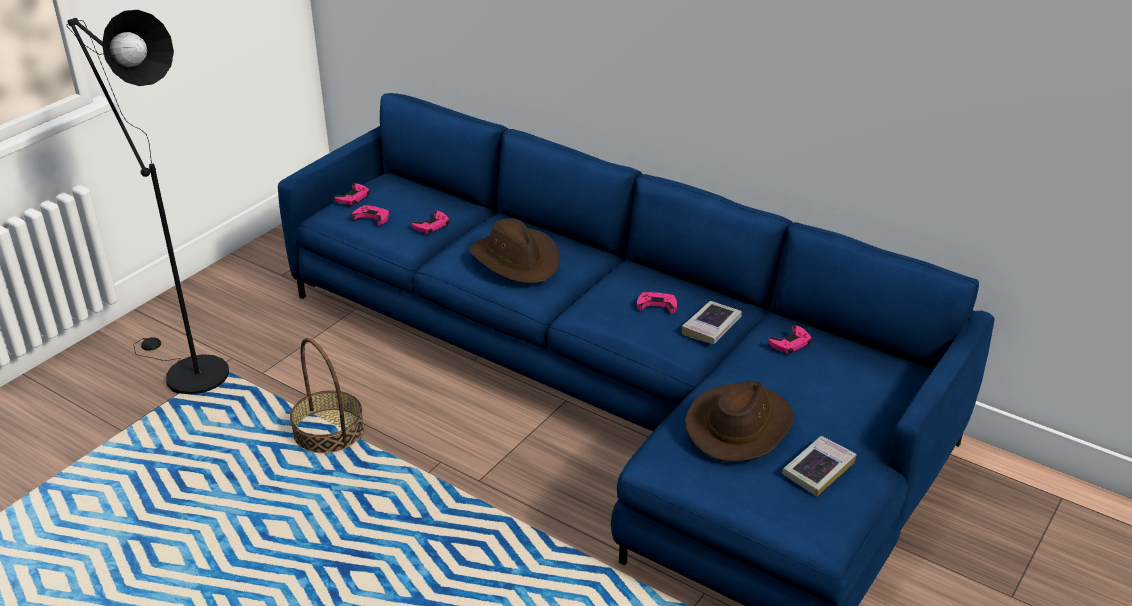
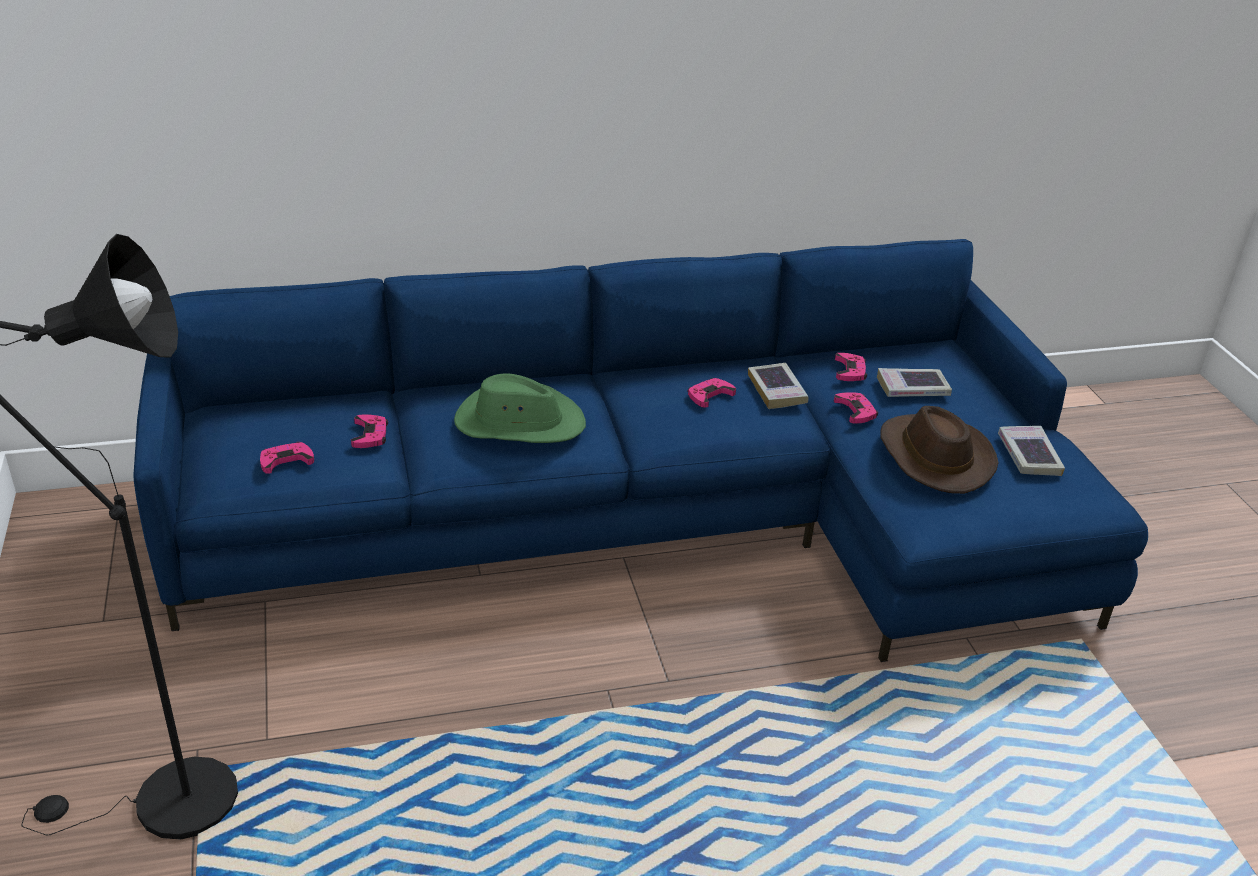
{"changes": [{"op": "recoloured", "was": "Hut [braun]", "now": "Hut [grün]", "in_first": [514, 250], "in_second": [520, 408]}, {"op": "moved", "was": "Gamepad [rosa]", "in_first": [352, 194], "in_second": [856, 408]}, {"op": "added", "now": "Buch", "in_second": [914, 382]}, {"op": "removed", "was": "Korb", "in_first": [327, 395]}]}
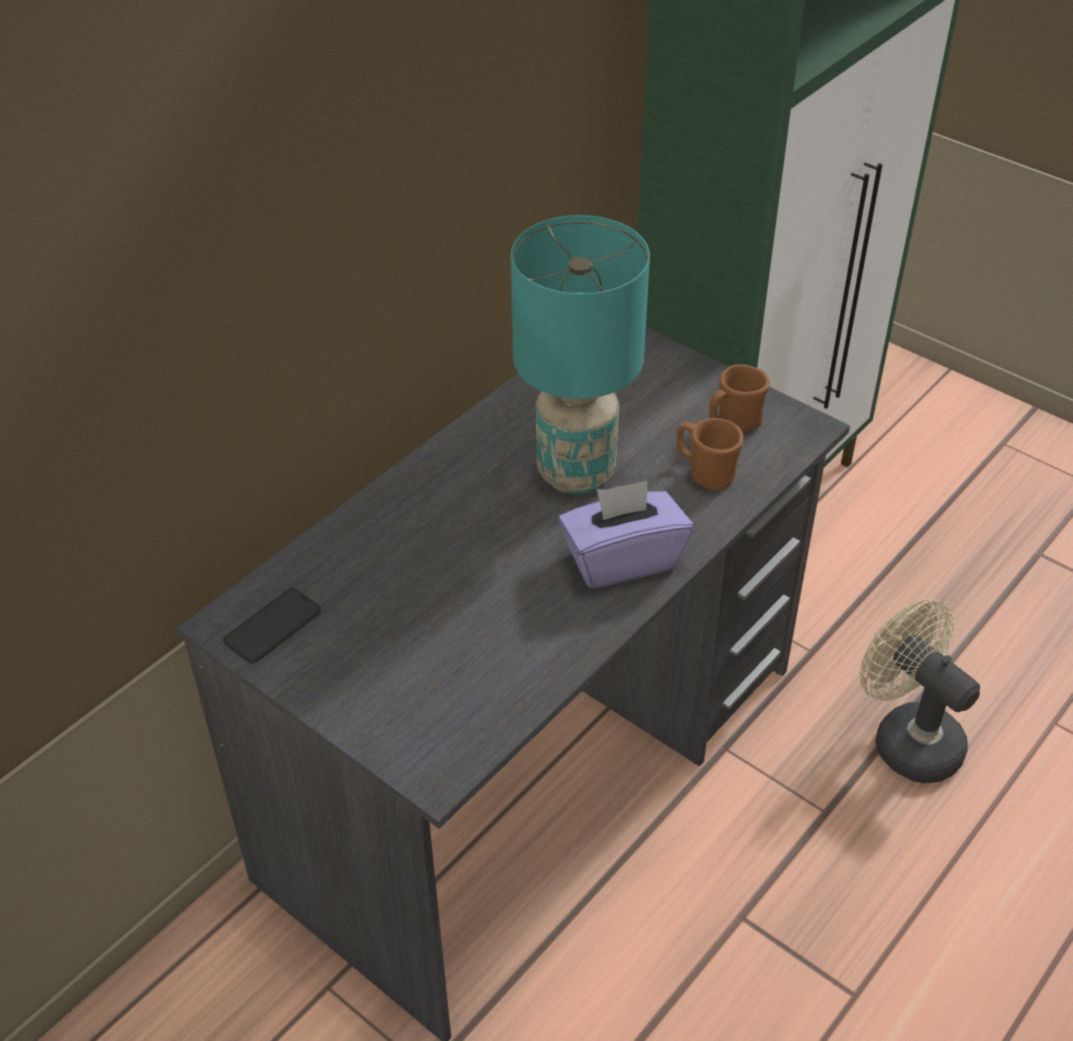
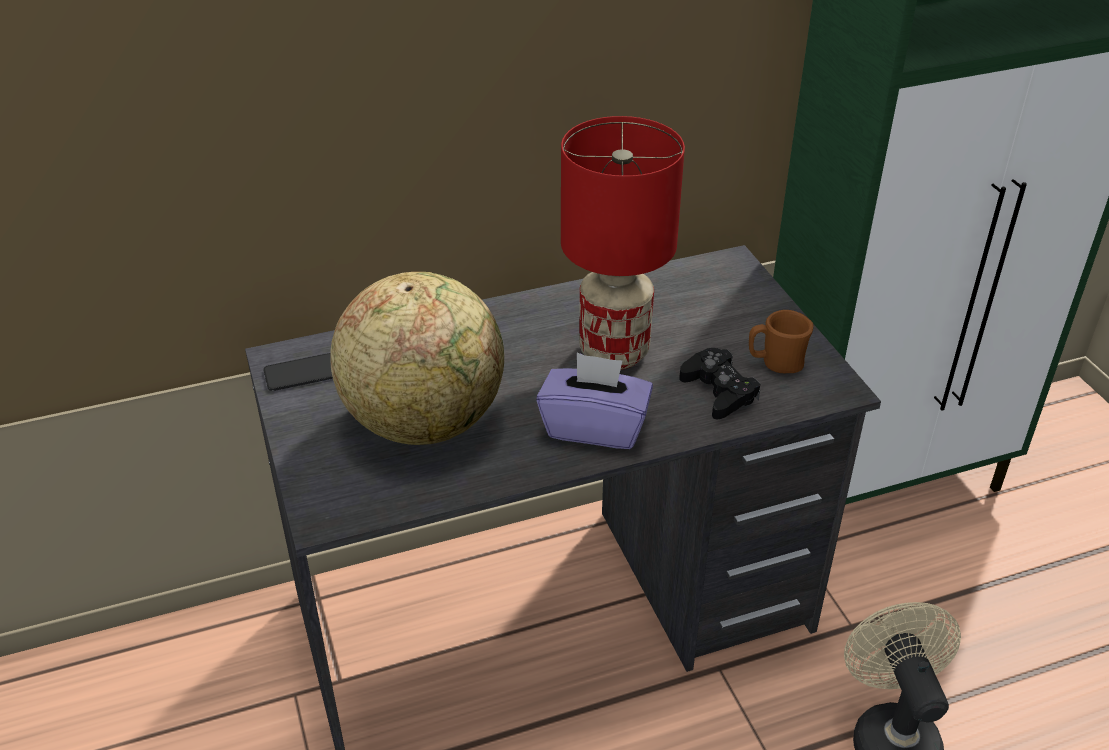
{"changes": [{"op": "added", "now": "Globus", "in_second": [417, 358]}, {"op": "recoloured", "was": "Tischlampe [türkis]", "now": "Tischlampe [rot]", "in_first": [580, 354], "in_second": [623, 243]}, {"op": "replaced", "was": "Henkelbecher [braun]", "now": "Gamepad [schwarz]", "in_first": [710, 454], "in_second": [719, 383]}]}
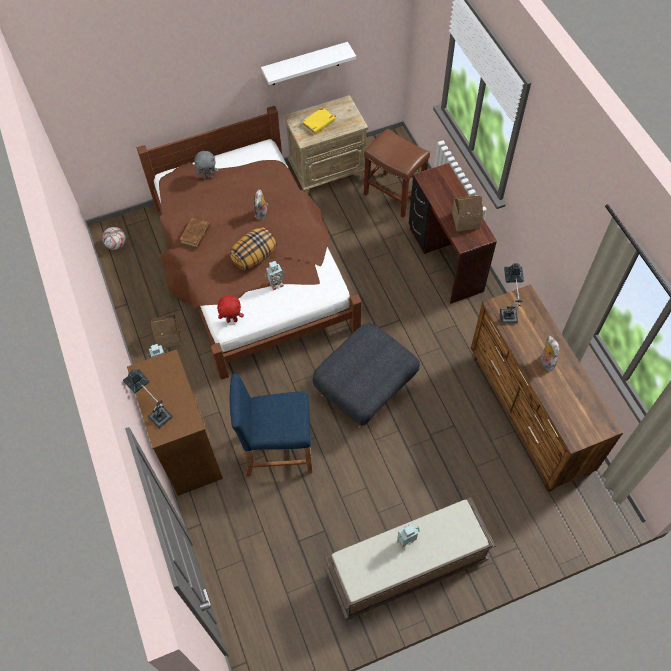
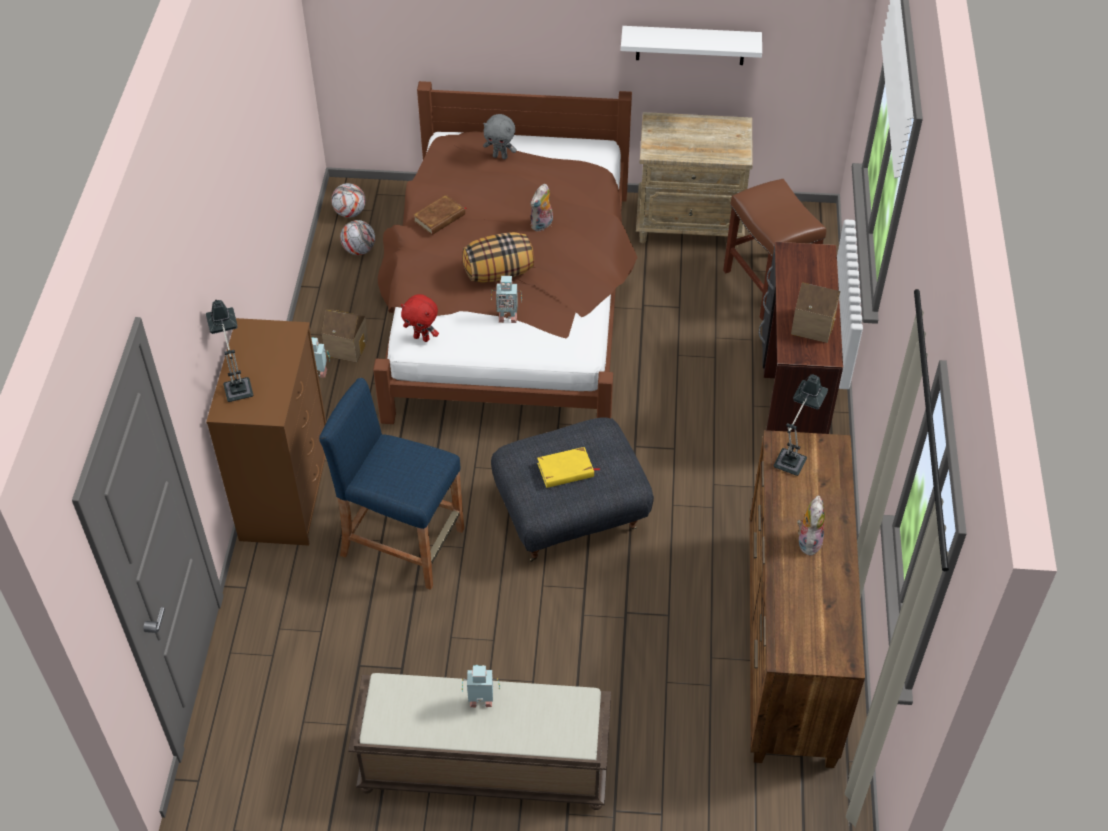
{"changes": [{"op": "added", "now": "Fußball", "in_second": [357, 237]}, {"op": "moved", "was": "Buch [gelb]", "in_first": [319, 121], "in_second": [568, 467]}]}
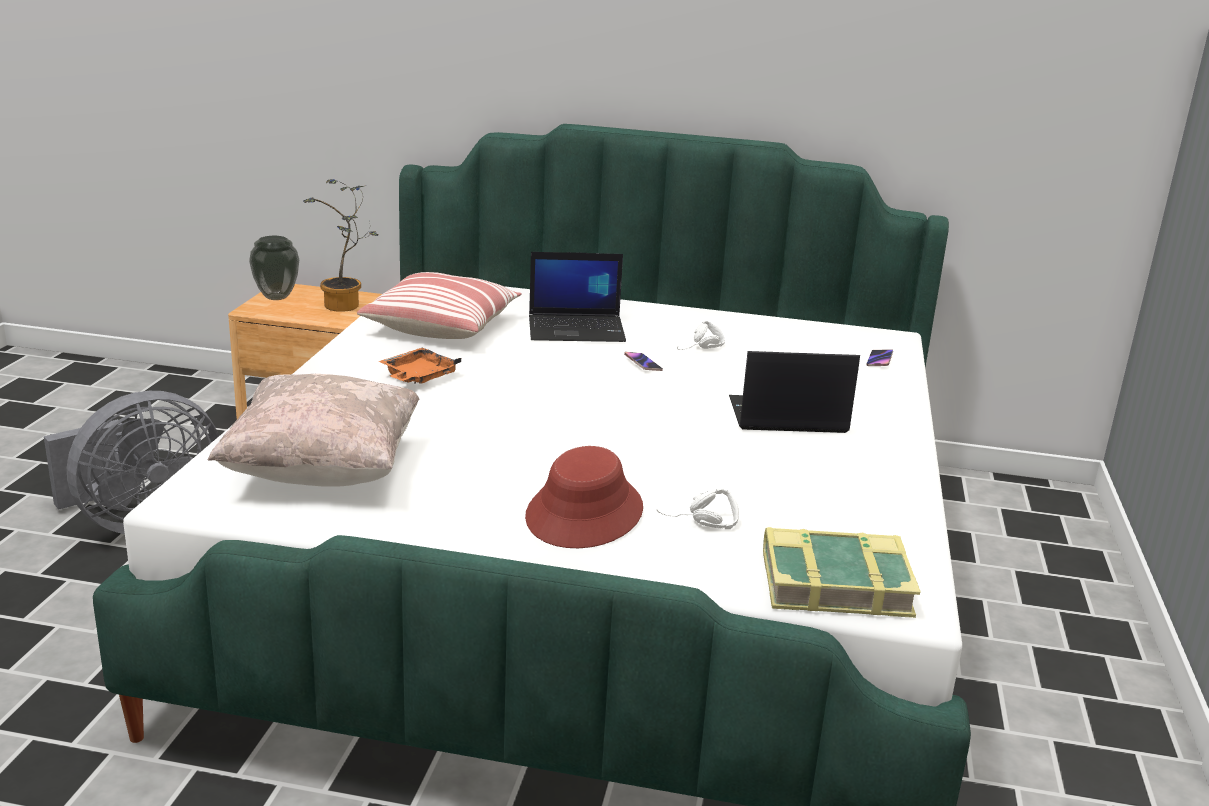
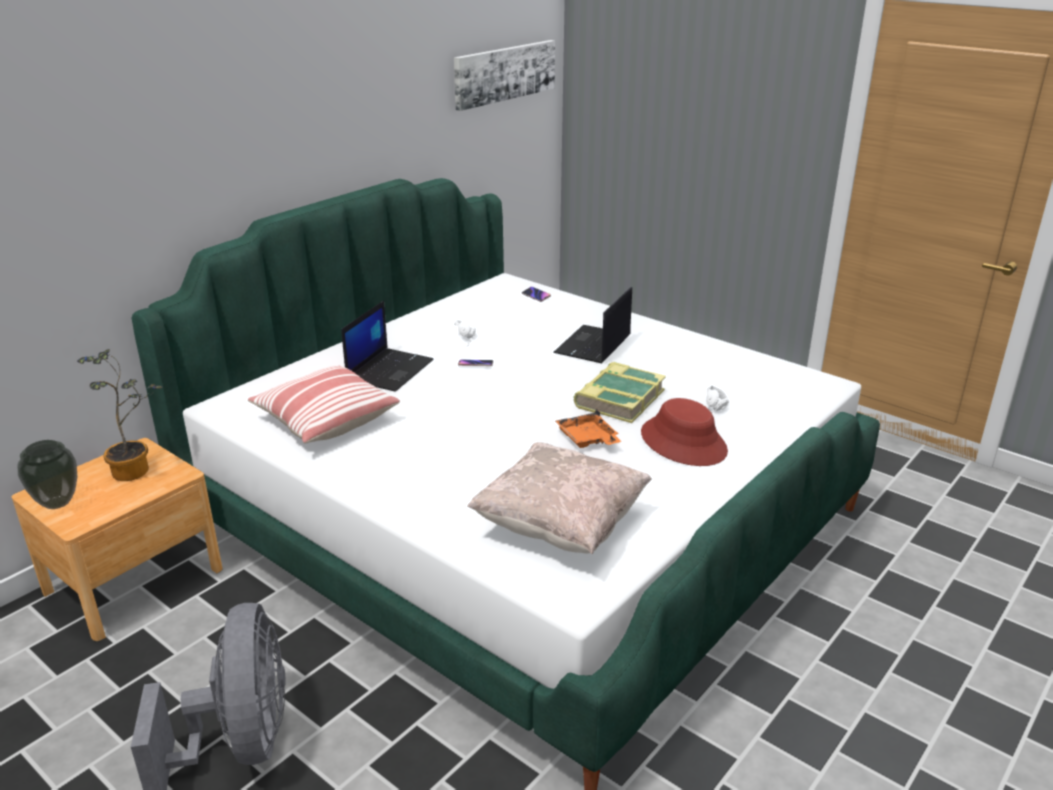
{"changes": [{"op": "added", "now": "Bild", "in_second": [504, 75]}, {"op": "moved", "was": "Tablett [orange]", "in_first": [420, 365], "in_second": [588, 428]}, {"op": "moved", "was": "Buch", "in_first": [842, 572], "in_second": [619, 392]}]}
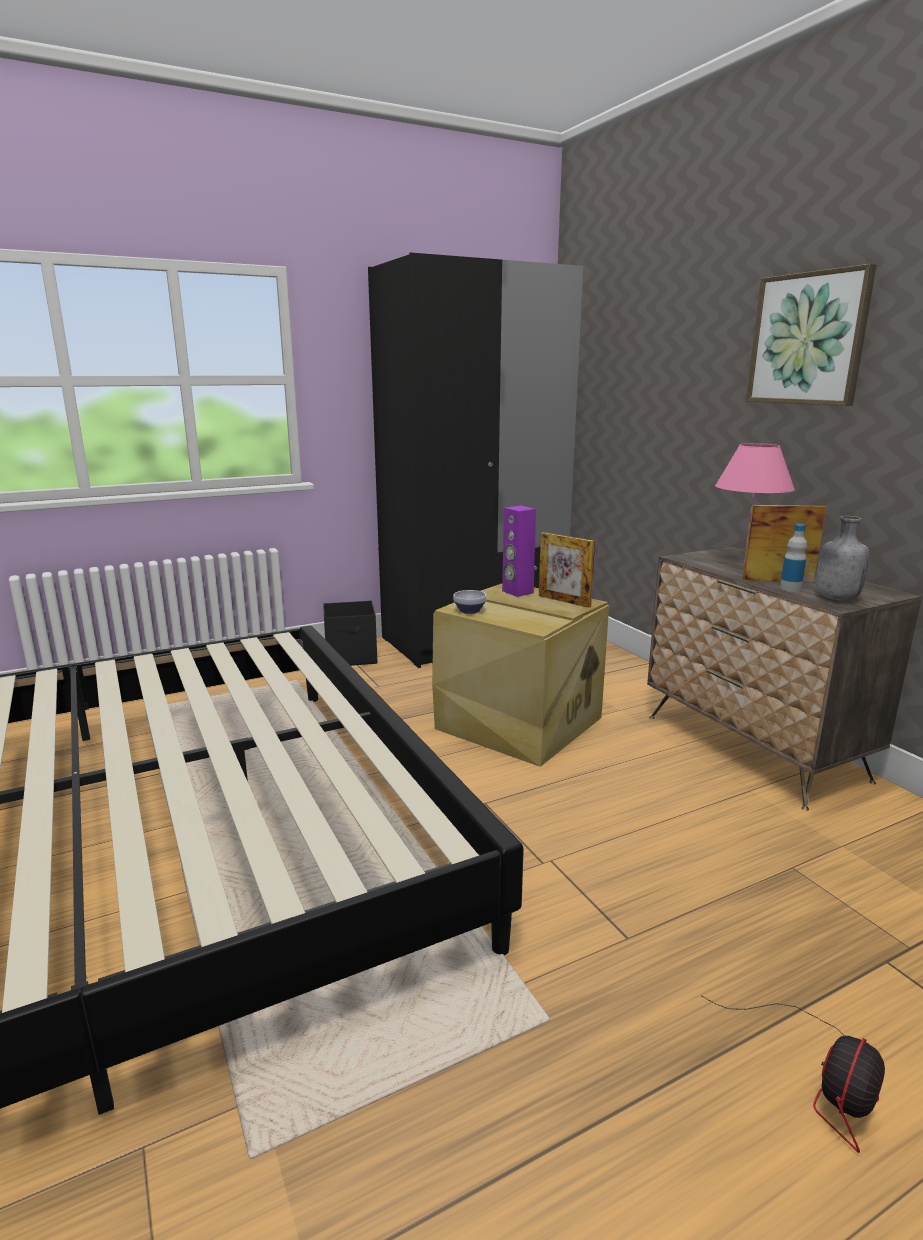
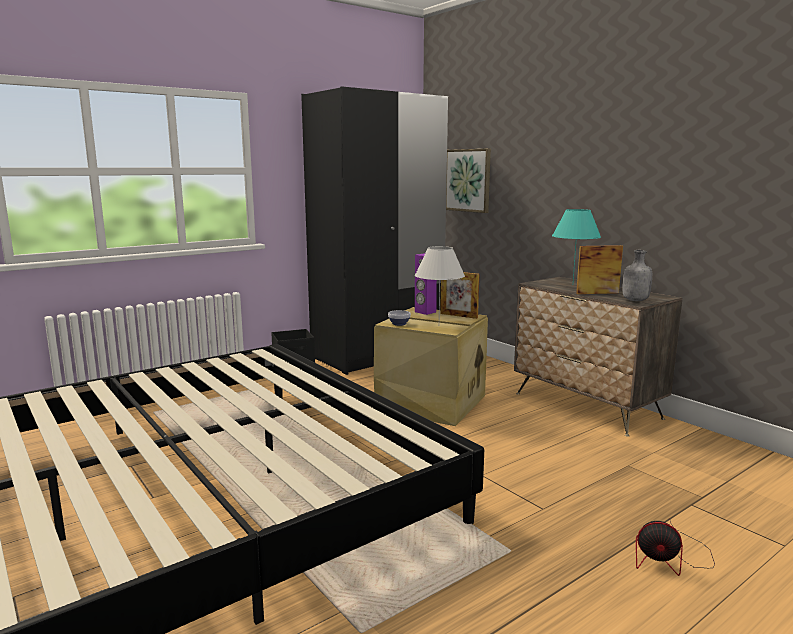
{"changes": [{"op": "added", "now": "Tischlampe [weiß]", "in_second": [440, 279]}, {"op": "moved", "was": "Bild", "in_first": [811, 335], "in_second": [468, 180]}, {"op": "recoloured", "was": "Tischlampe [rosa]", "now": "Tischlampe [türkis]", "in_first": [755, 503], "in_second": [576, 245]}, {"op": "turned", "was": "Ventilator", "in_first": [793, 1074], "in_second": [675, 548], "clockwise": 75}, {"op": "removed", "was": "Flasche", "in_first": [793, 558]}]}
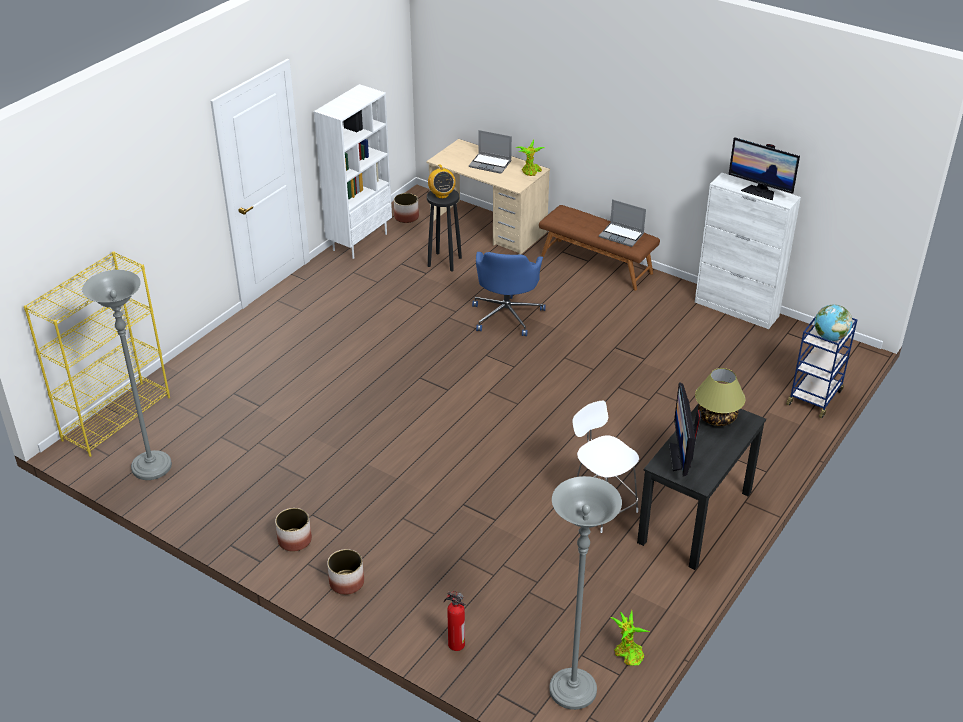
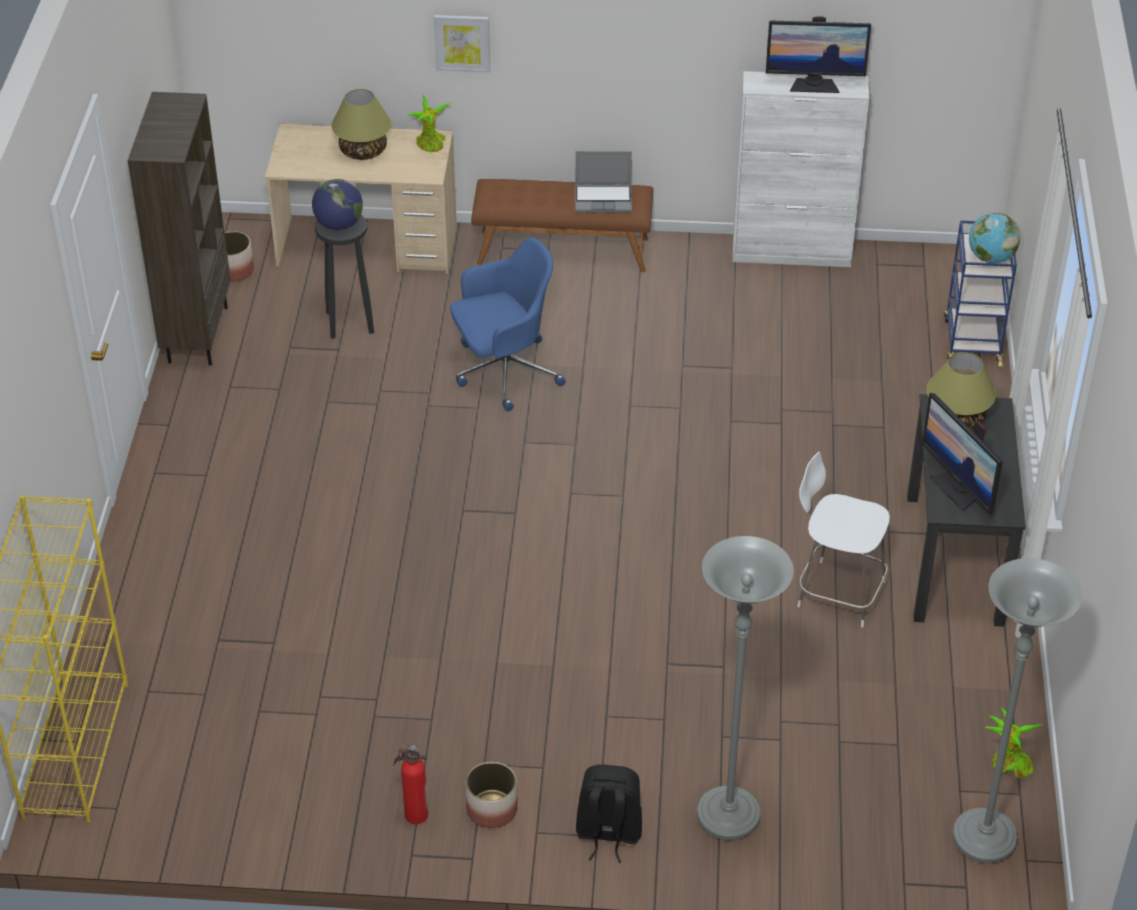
{"changes": [{"op": "recoloured", "was": "Bücherregal [weiß]", "now": "Bücherregal [braun]", "in_first": [353, 171], "in_second": [179, 228]}, {"op": "replaced", "was": "Radio", "now": "Globus", "in_first": [442, 181], "in_second": [337, 204]}, {"op": "replaced", "was": "Laptop", "now": "Tischlampe", "in_first": [490, 152], "in_second": [361, 124]}, {"op": "moved", "was": "Feuerlöscher", "in_first": [455, 621], "in_second": [411, 784]}, {"op": "added", "now": "Bild", "in_second": [462, 44]}, {"op": "turned", "was": "Bürostuhl [blau]", "in_first": [509, 294], "in_second": [508, 324], "clockwise": -90}, {"op": "replaced", "was": "Pflanzkübel", "now": "Rucksack [schwarz]", "in_first": [345, 572], "in_second": [609, 813]}, {"op": "moved", "was": "Stehlampe [grau]", "in_first": [127, 375], "in_second": [745, 688]}]}
